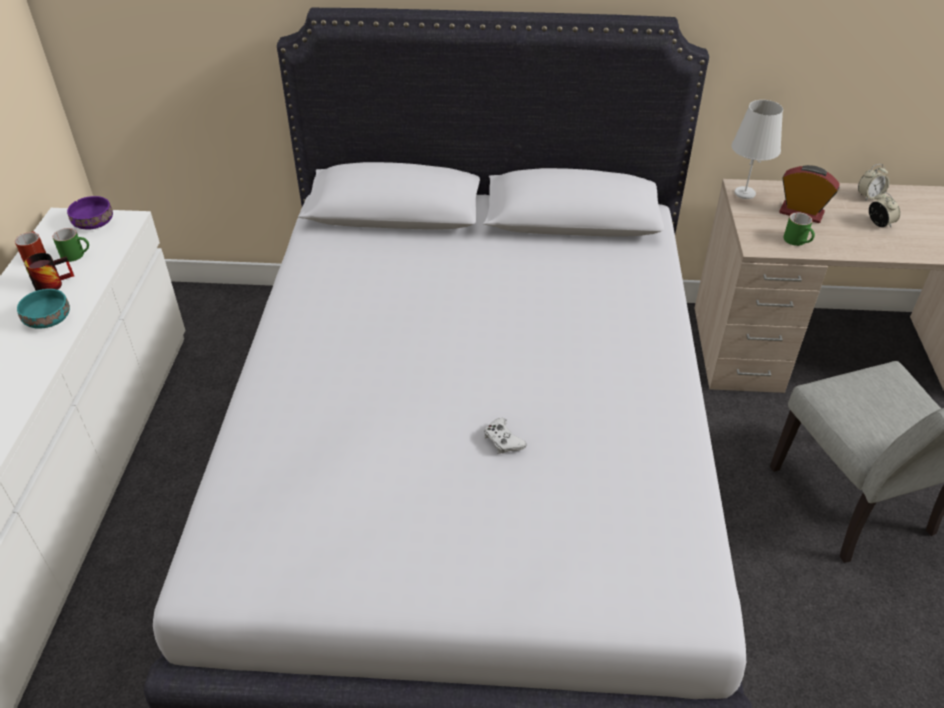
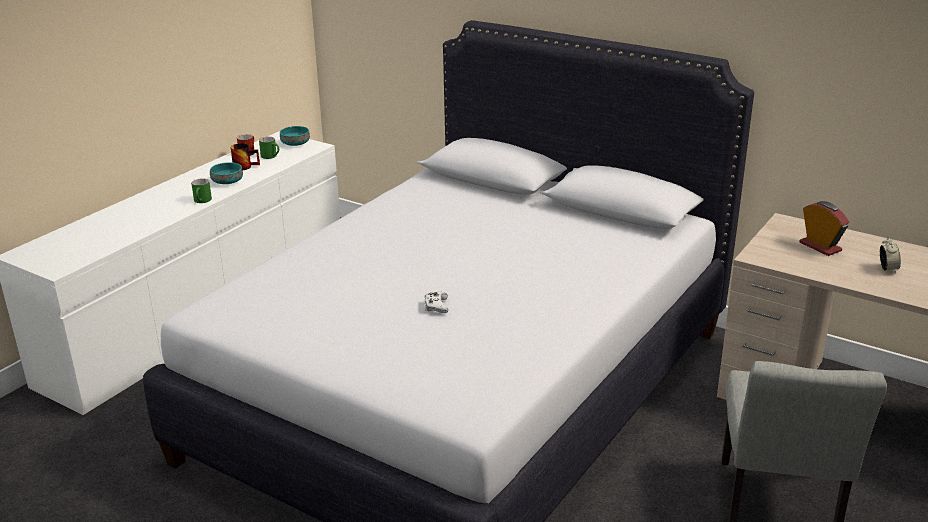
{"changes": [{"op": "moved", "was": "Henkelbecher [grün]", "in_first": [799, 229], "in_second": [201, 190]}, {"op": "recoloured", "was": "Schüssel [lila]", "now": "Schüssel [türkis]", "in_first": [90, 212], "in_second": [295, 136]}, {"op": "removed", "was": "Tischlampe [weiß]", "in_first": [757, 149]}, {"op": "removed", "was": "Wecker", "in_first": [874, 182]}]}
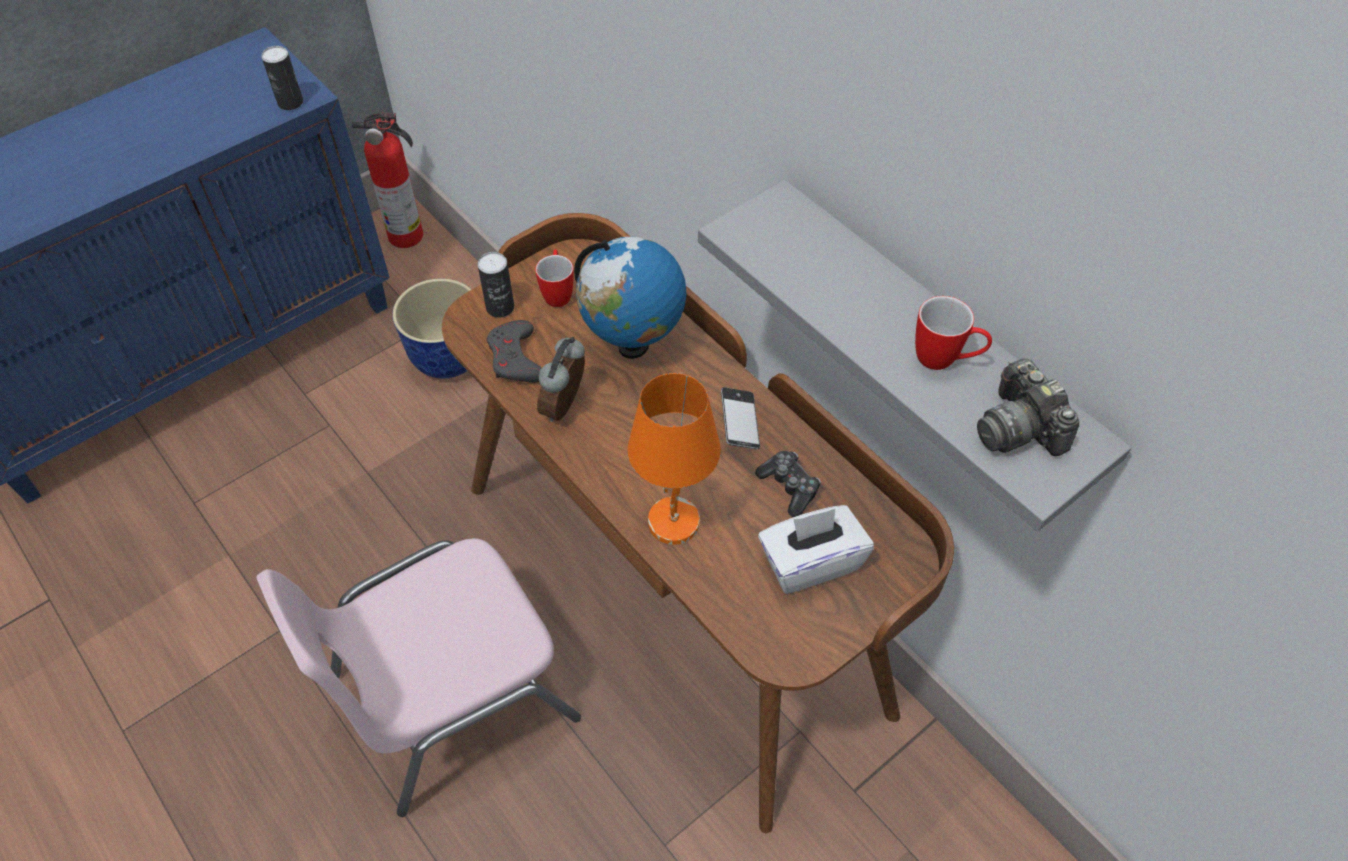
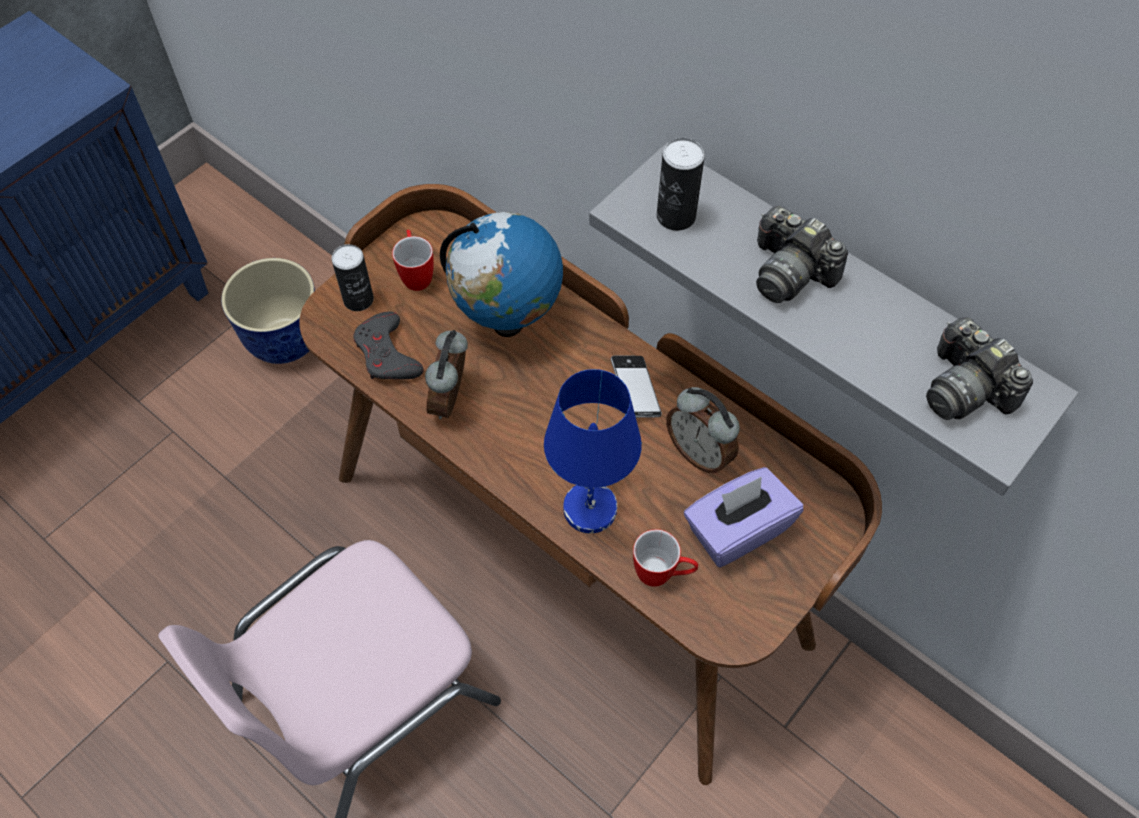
{"changes": [{"op": "recoloured", "was": "Tischlampe [orange]", "now": "Tischlampe [blau]", "in_first": [674, 459], "in_second": [593, 451]}, {"op": "moved", "was": "Henkelbecher", "in_first": [953, 333], "in_second": [665, 558]}, {"op": "moved", "was": "Dose", "in_first": [282, 78], "in_second": [681, 184]}, {"op": "replaced", "was": "Gamepad", "now": "Wecker", "in_first": [788, 484], "in_second": [703, 430]}, {"op": "recoloured", "was": "Taschentuchbox [weiß]", "now": "Taschentuchbox [lila]", "in_first": [816, 549], "in_second": [744, 517]}, {"op": "added", "now": "Kamera", "in_second": [802, 254]}, {"op": "removed", "was": "Feuerlöscher", "in_first": [387, 180]}]}
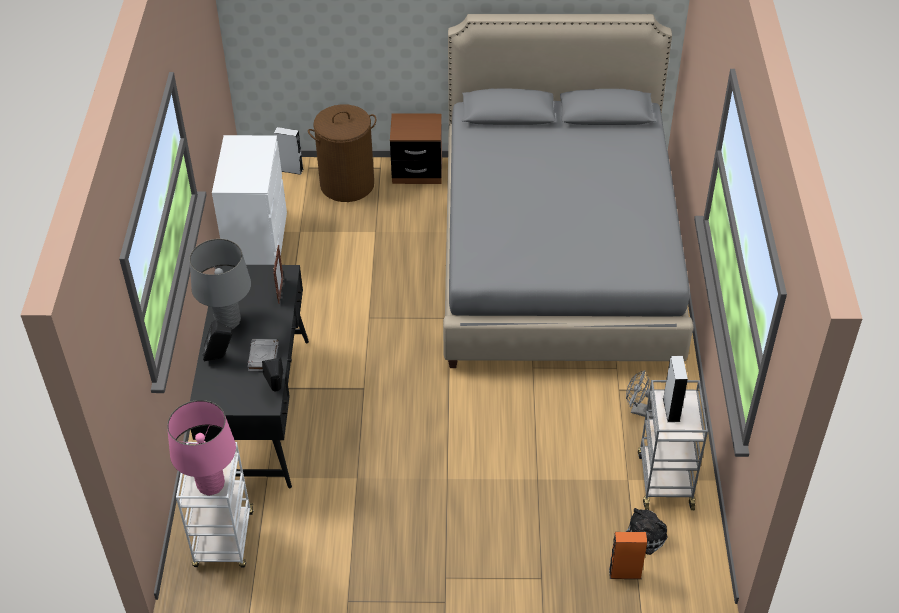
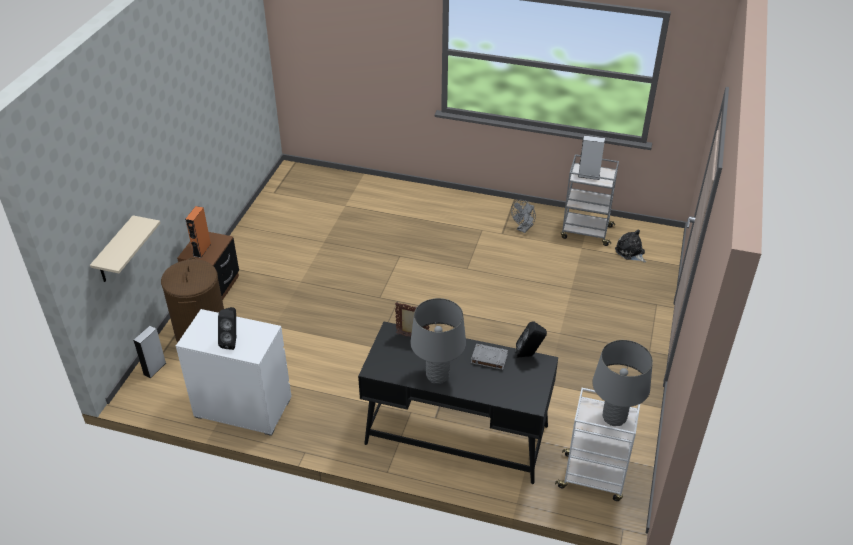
{"changes": [{"op": "added", "now": "Wandregal [beige]", "in_second": [125, 249]}, {"op": "moved", "was": "Lautsprecher [orange]", "in_first": [628, 555], "in_second": [198, 232]}, {"op": "moved", "was": "Lautsprecher [schwarz]", "in_first": [217, 340], "in_second": [227, 328]}, {"op": "recoloured", "was": "Tischlampe [rosa]", "now": "Tischlampe [grau]", "in_first": [201, 448], "in_second": [623, 383]}, {"op": "removed", "was": "Bett [grau]", "in_first": [568, 191]}]}
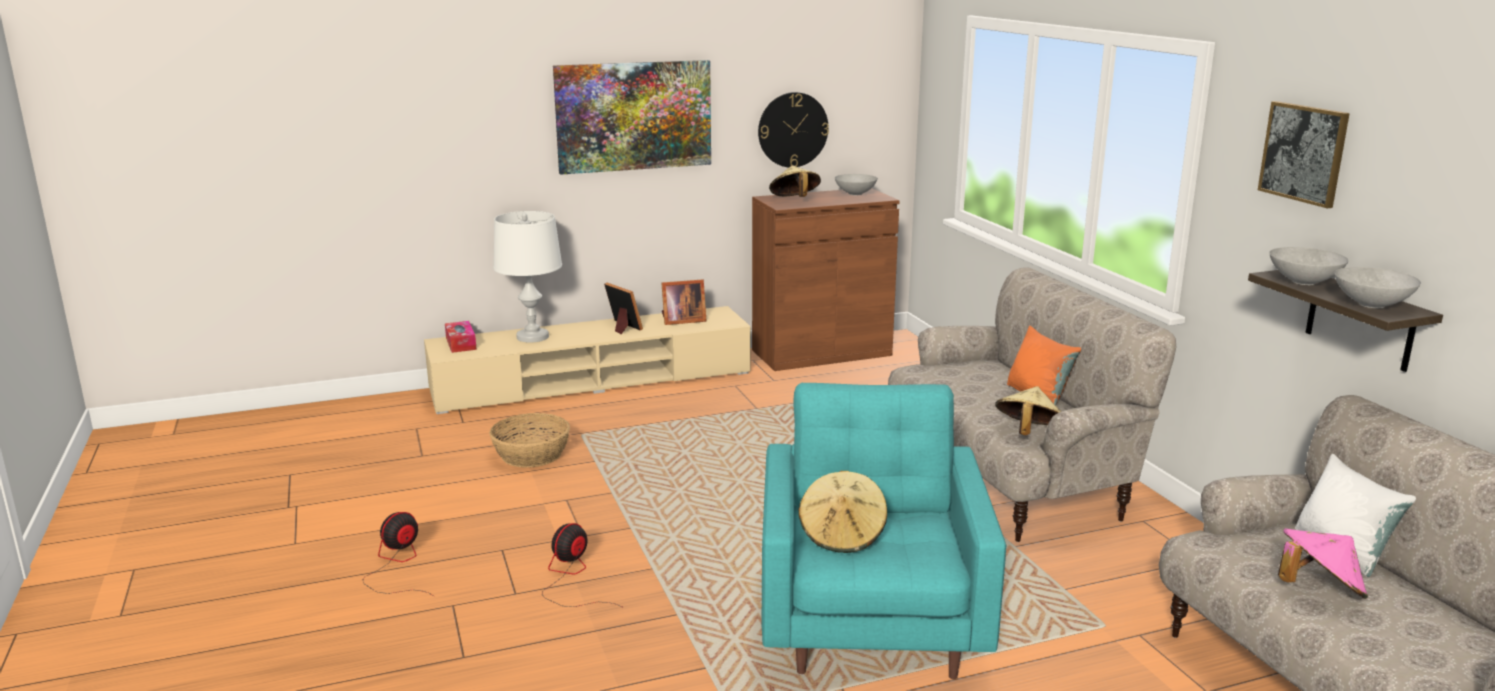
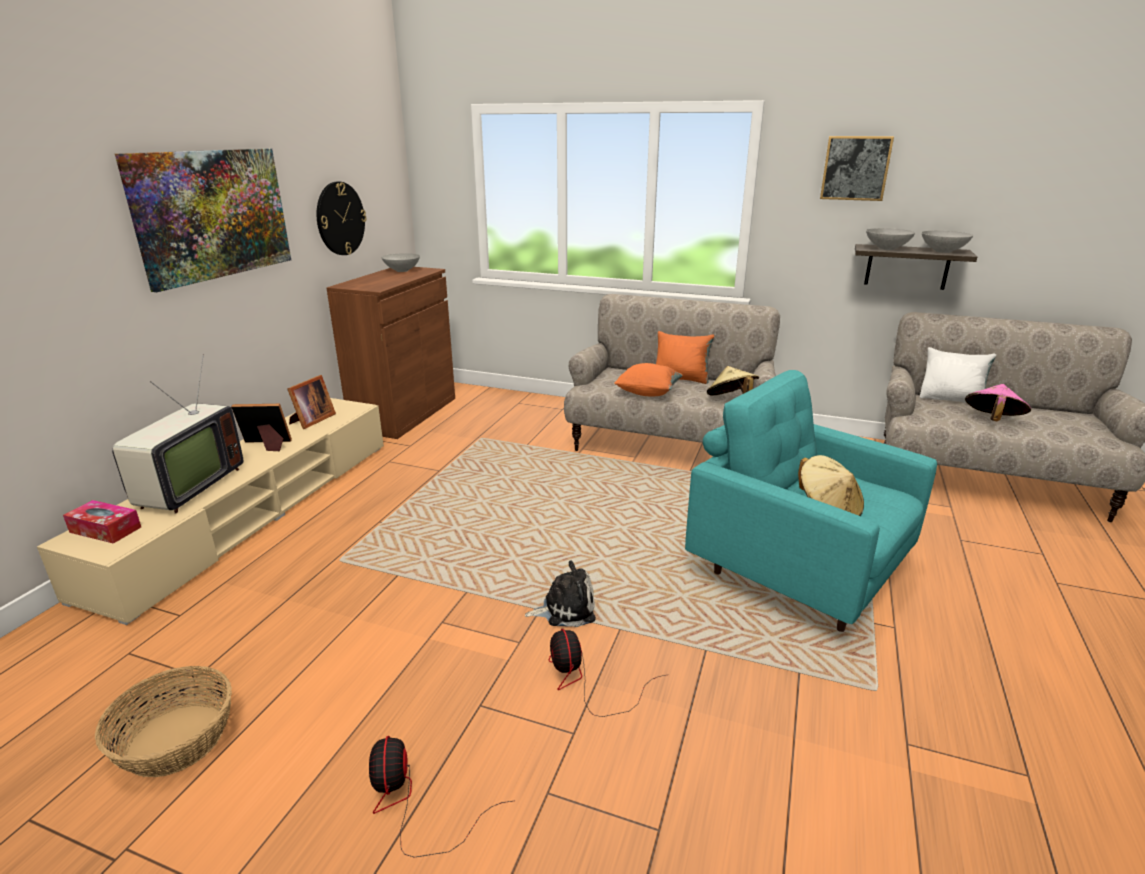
{"changes": [{"op": "moved", "was": "Korb", "in_first": [529, 440], "in_second": [163, 721]}, {"op": "replaced", "was": "Tischlampe [weiß]", "now": "Fernseher", "in_first": [527, 277], "in_second": [178, 434]}, {"op": "added", "now": "Plüschtier", "in_second": [560, 594]}, {"op": "added", "now": "Kissen [orange]", "in_second": [648, 379]}, {"op": "removed", "was": "Hut [beige]", "in_first": [795, 181]}]}
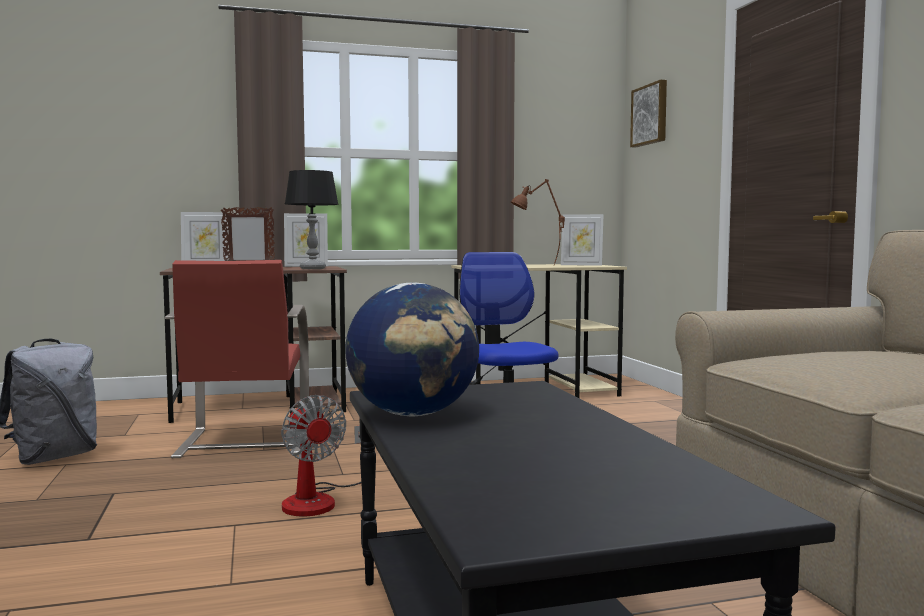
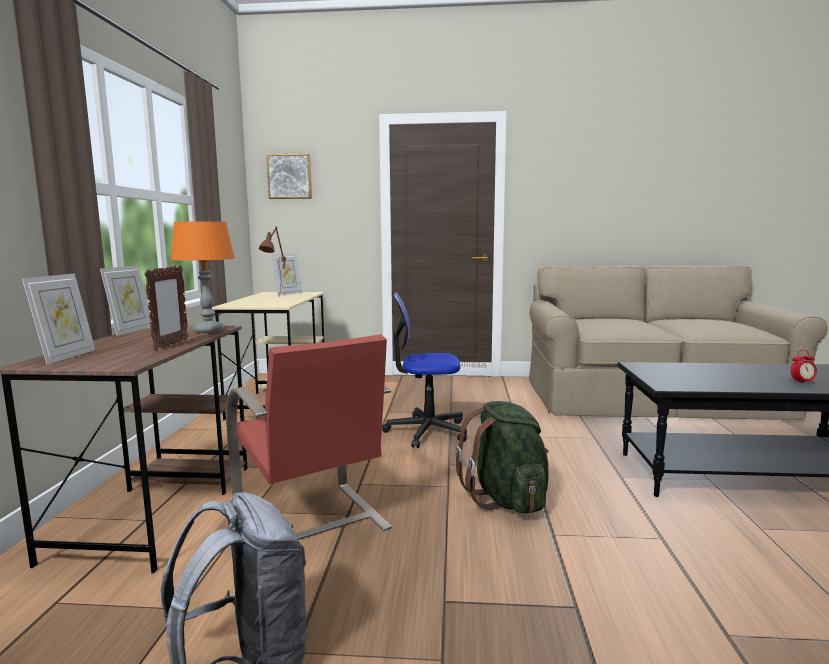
{"changes": [{"op": "recoloured", "was": "Tischlampe [schwarz]", "now": "Tischlampe [orange]", "in_first": [312, 219], "in_second": [203, 277]}, {"op": "turned", "was": "Stuhl [rot]", "in_first": [237, 359], "in_second": [309, 437], "clockwise": 45}, {"op": "replaced", "was": "Ventilator", "now": "Rucksack [grün]", "in_first": [321, 455], "in_second": [502, 457]}, {"op": "added", "now": "Wecker", "in_second": [804, 367]}, {"op": "removed", "was": "Globus", "in_first": [412, 349]}]}
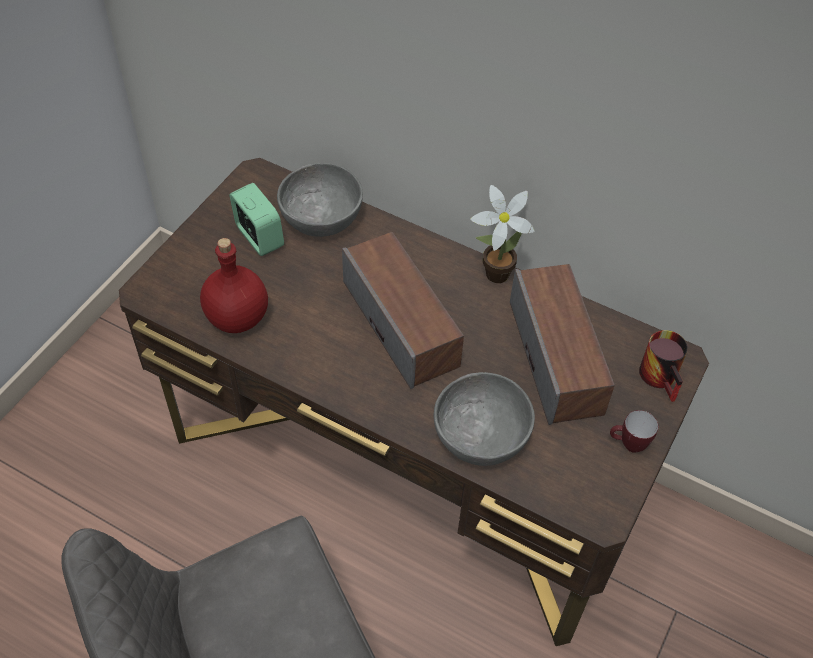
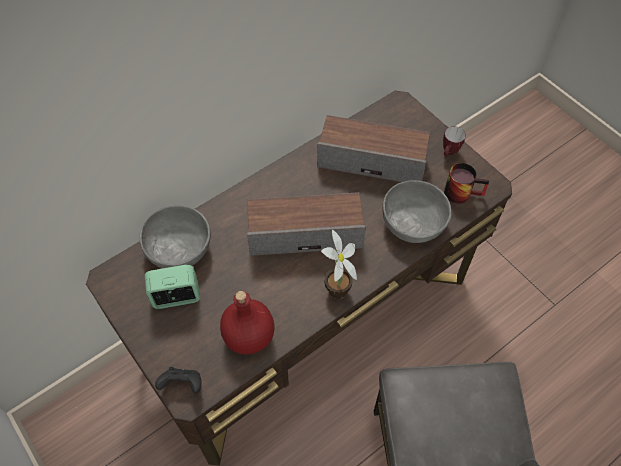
{"changes": [{"op": "added", "now": "Gamepad [schwarz]", "in_second": [178, 380]}, {"op": "moved", "was": "Topfpflanze", "in_first": [503, 234], "in_second": [339, 264]}, {"op": "moved", "was": "Henkelbecher", "in_first": [663, 366], "in_second": [466, 183]}]}
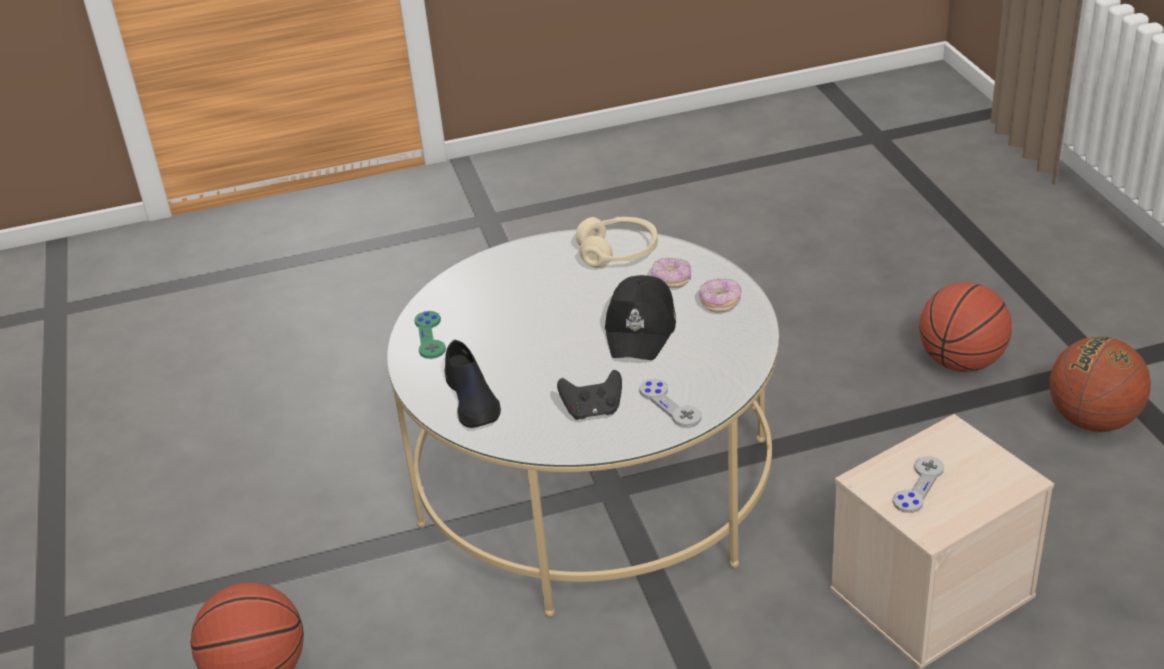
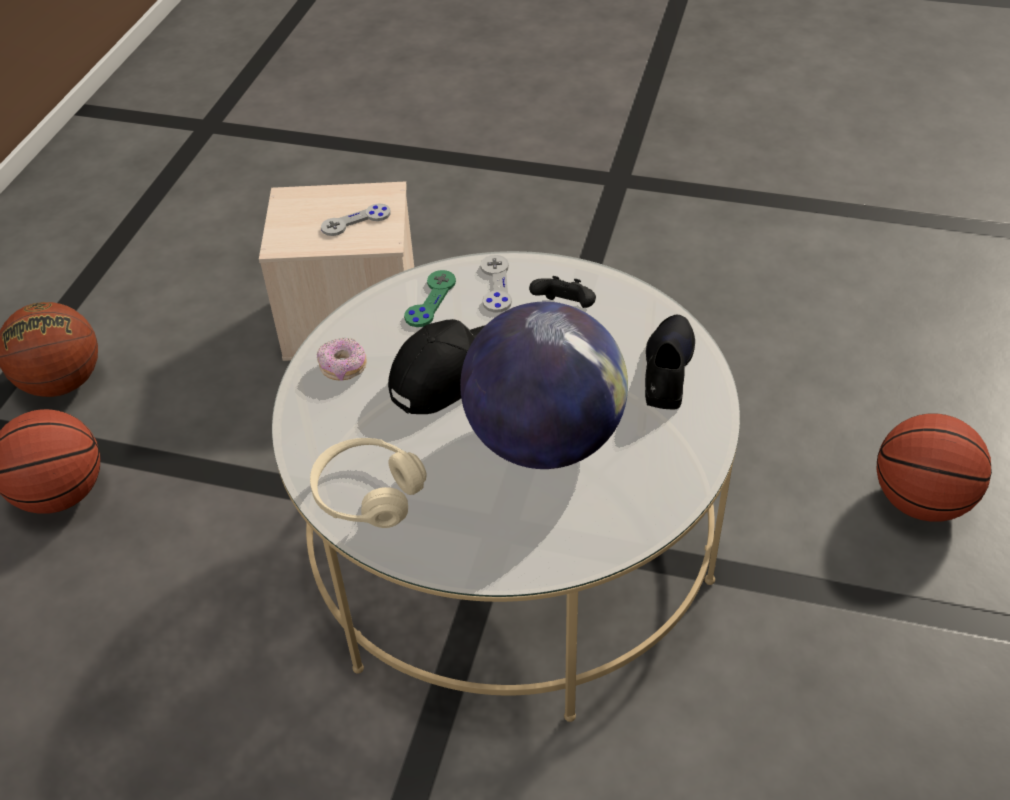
{"changes": [{"op": "moved", "was": "Gamepad [grün]", "in_first": [430, 335], "in_second": [430, 298]}, {"op": "added", "now": "Globus", "in_second": [544, 385]}, {"op": "removed", "was": "Donut", "in_first": [671, 273]}]}
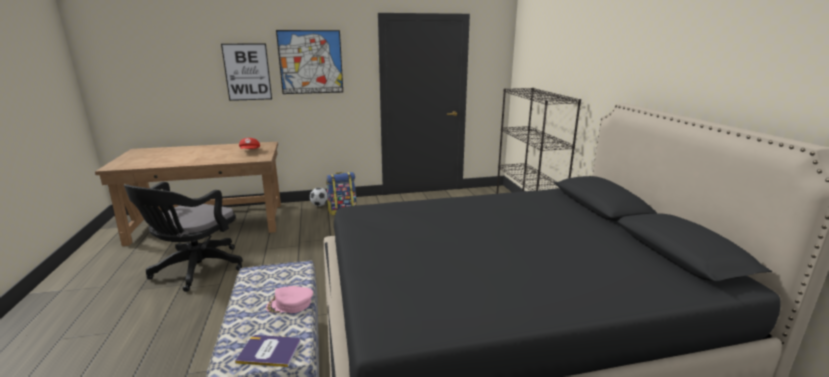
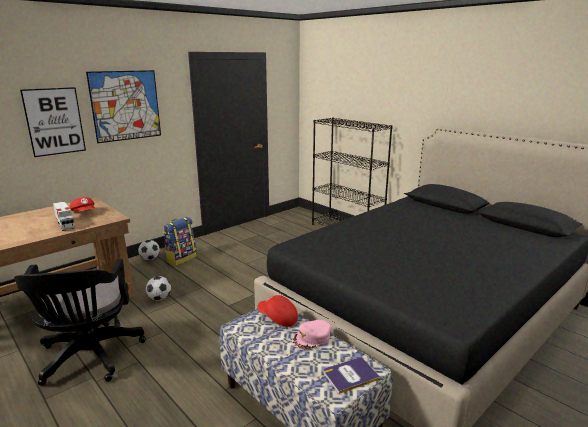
{"changes": [{"op": "added", "now": "Spielzeuglaster", "in_second": [64, 216]}, {"op": "added", "now": "Fußball", "in_second": [158, 288]}, {"op": "added", "now": "Kappe [rot]", "in_second": [277, 311]}]}
